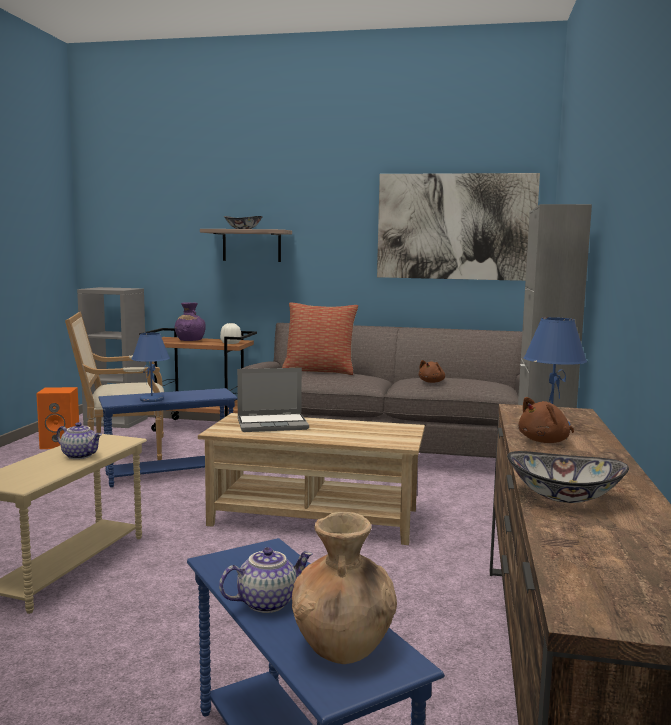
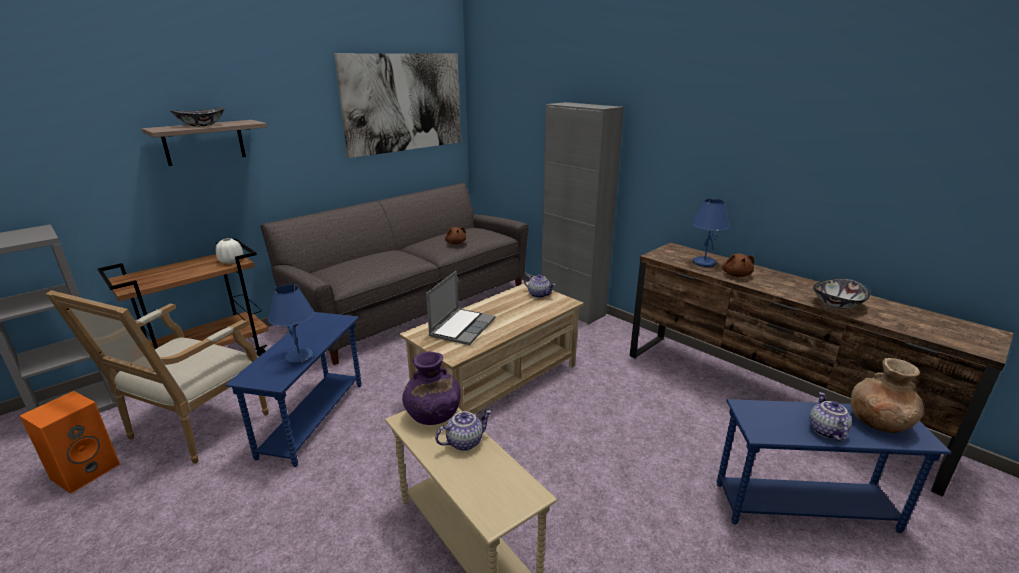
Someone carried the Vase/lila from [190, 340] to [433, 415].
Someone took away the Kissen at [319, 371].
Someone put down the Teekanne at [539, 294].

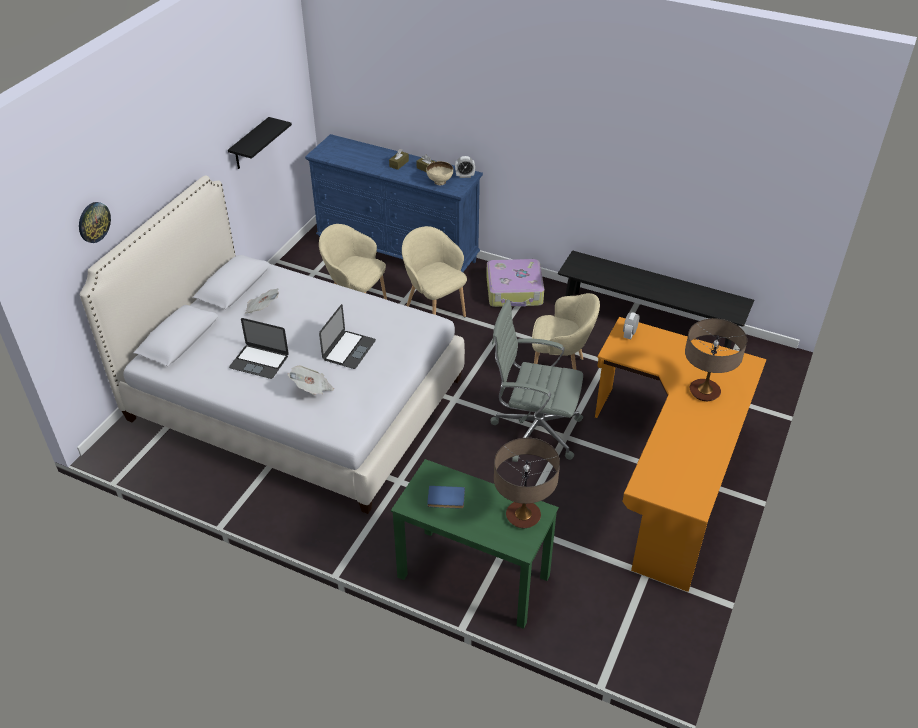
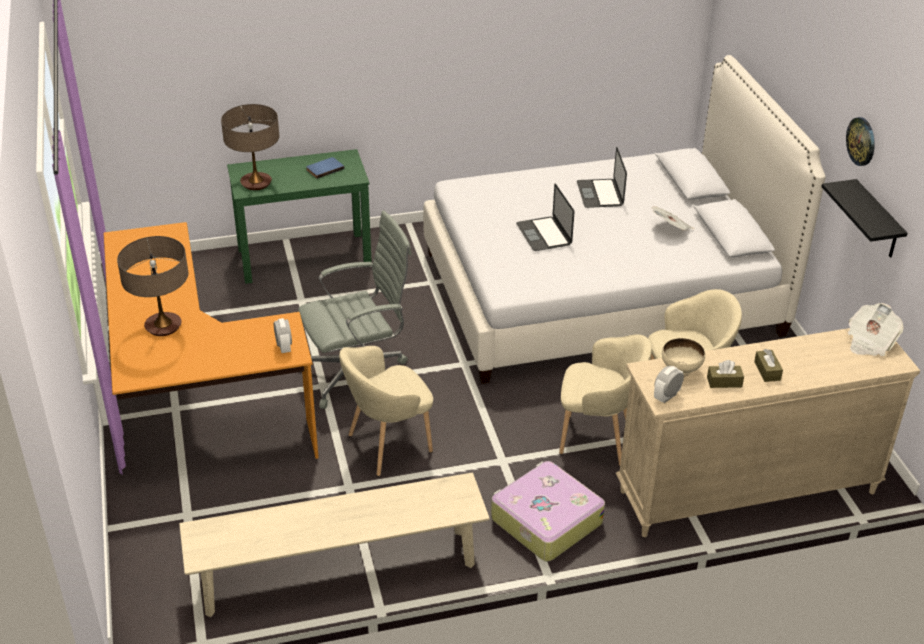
Someone repainted the Kommode/blau at [398, 253], which became the Kommode/beige at [746, 492].
Someone carried the Wanduhr from [93, 222] to [861, 141].
Someone repainted the Bank/schwarz at [648, 322], which became the Bank/beige at [338, 572].
Someone rotated the Laptop at [259, 361] by 75 degrees counterclockwise.
Someone carried the Zeitung from [312, 388] to [869, 342].

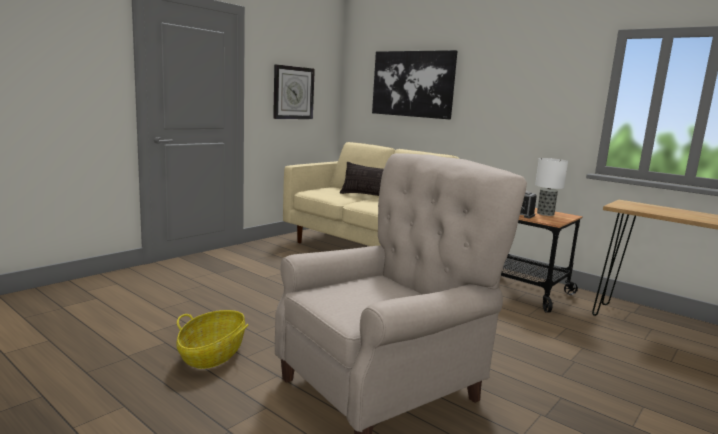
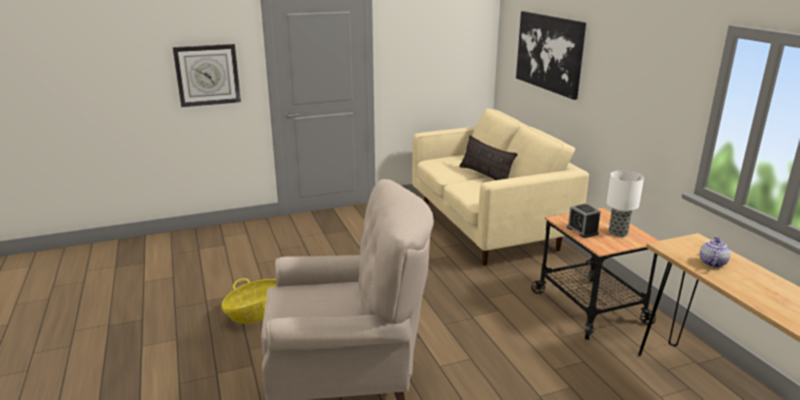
Someone carried the Wanduhr from [293, 93] to [207, 75].
Someone put down the Teekanne at [711, 263].

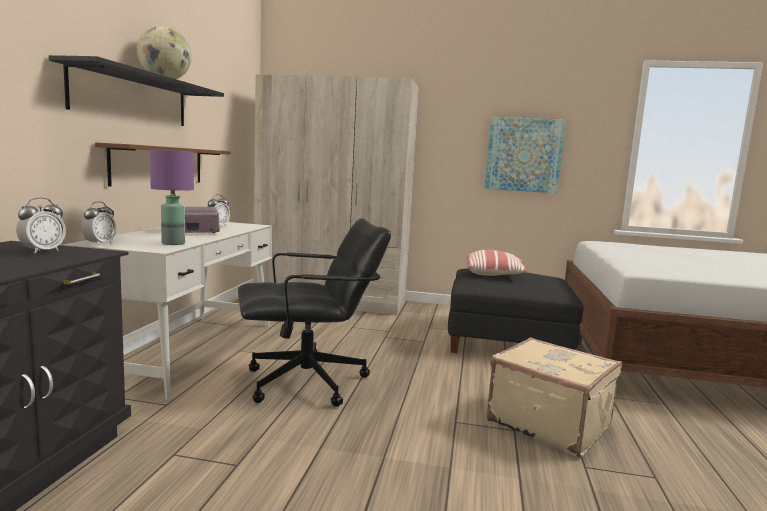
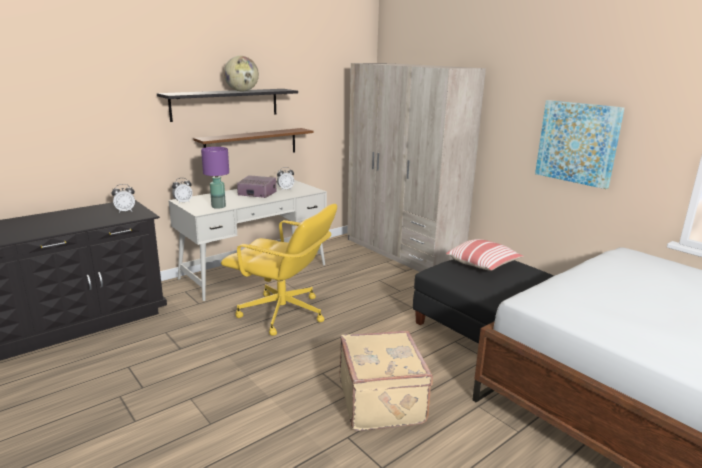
Someone repainted the Bürostuhl/schwarz at [308, 382], which became the Bürostuhl/gelb at [283, 314].

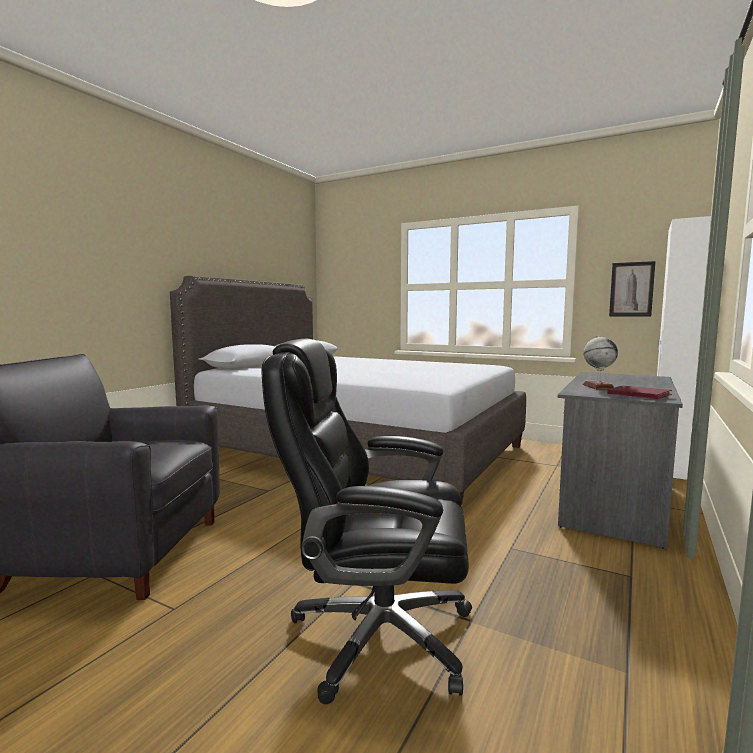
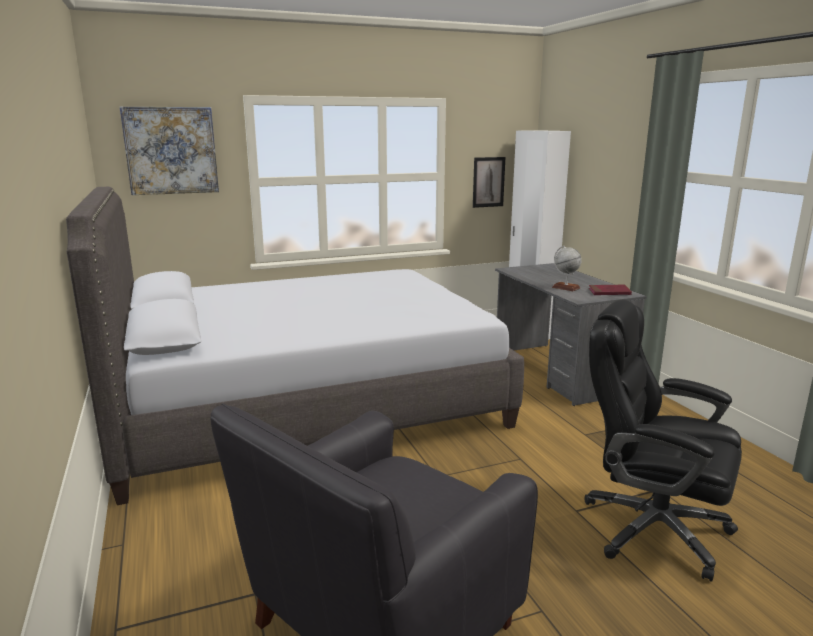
Someone rotated the Bürostuhl/schwarz at [377, 634] by 75 degrees clockwise.
Someone put up the Bild at [171, 151].

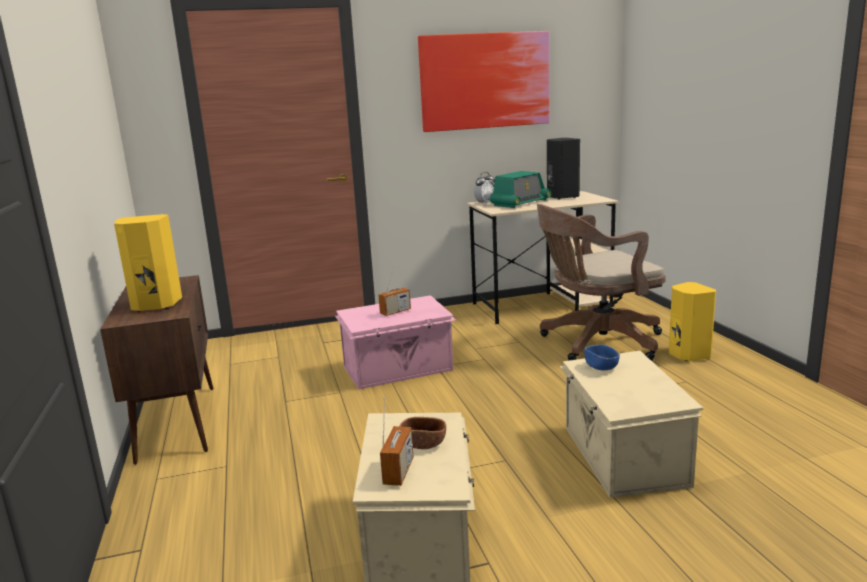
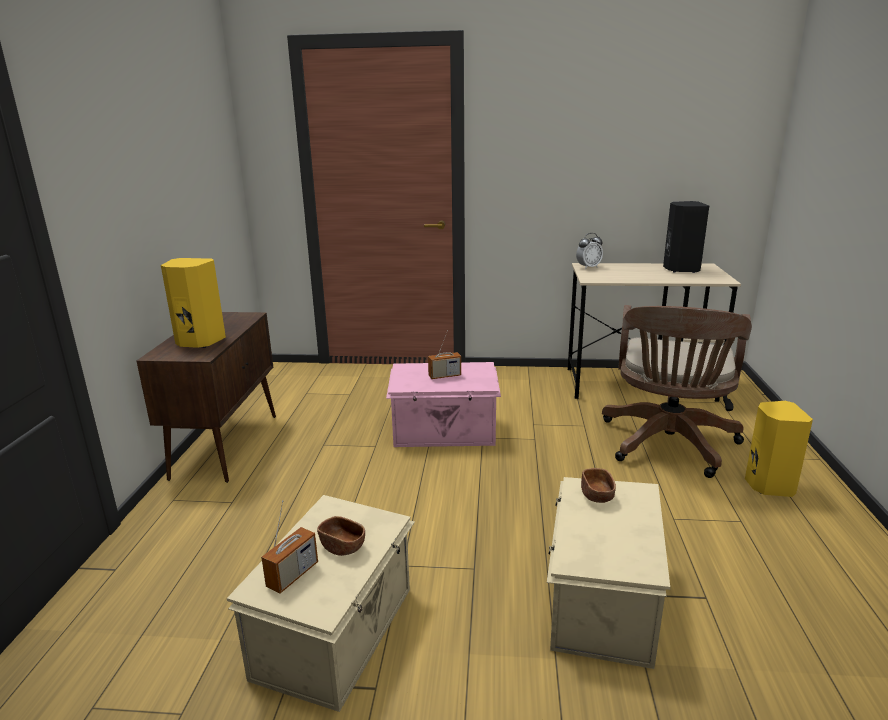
Someone took away the Bild at [485, 81].
Someone took away the Radio at [520, 203].
Someone rotated the Bürostuhl/braun at [596, 343] by 75 degrees counterclockwise.
Someone repainted the Schüssel/blau at [601, 366], which became the Schüssel/braun at [597, 495].

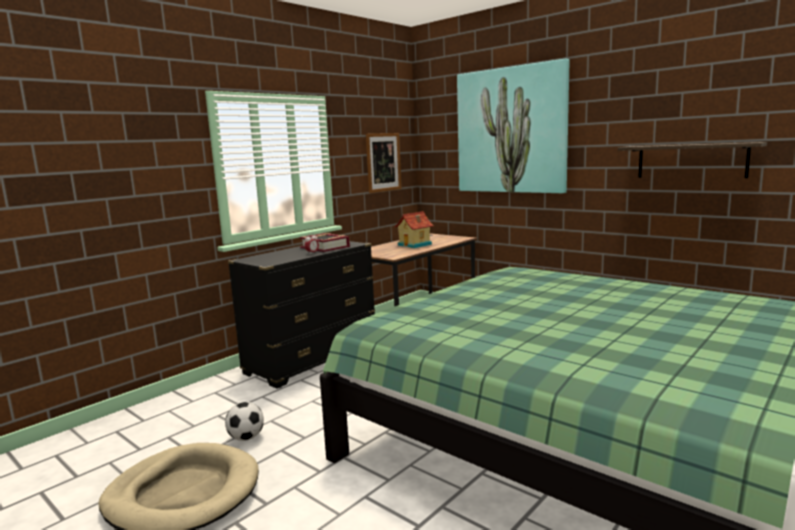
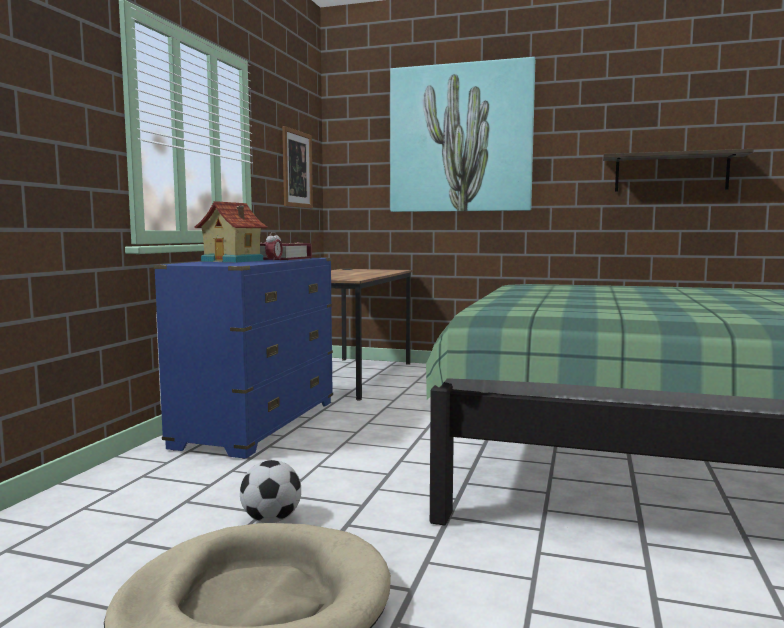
Someone carried the Spielzeughaus from [415, 245] to [234, 261].
Someone repainted the Kommode/schwarz at [312, 360], which became the Kommode/blau at [258, 424].

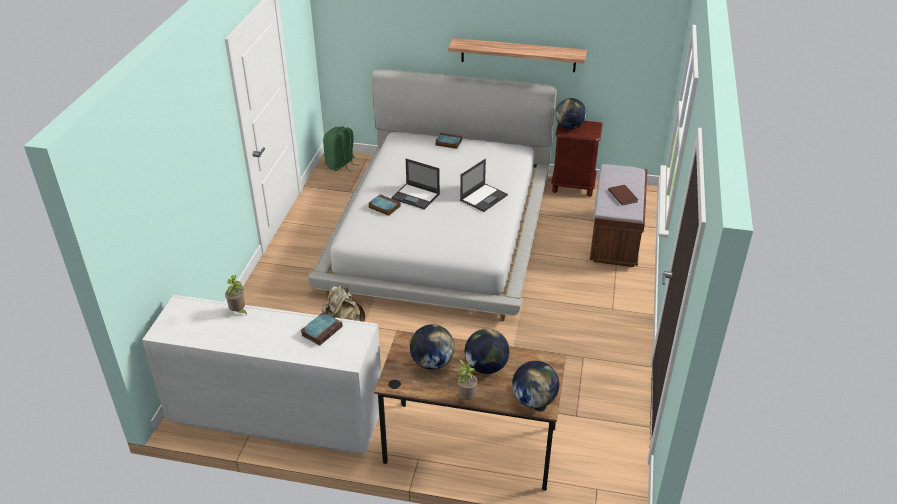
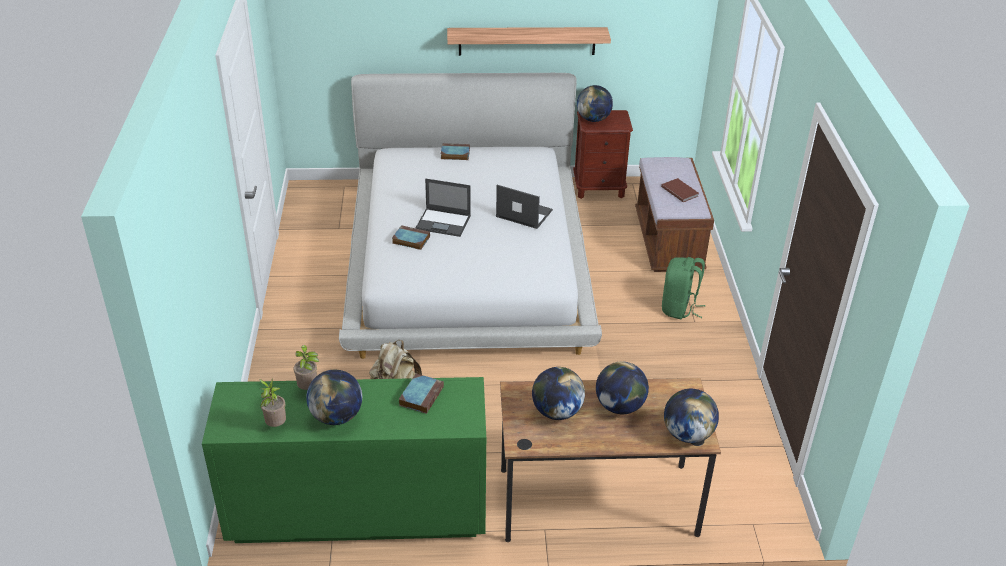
Someone carried the Rucksack/grün from [341, 164] to [679, 308].
Someone rotated the Laptop at [484, 197] by 90 degrees counterclockwise.
Someone repainted the Kommode/weiß at [276, 417], which became the Kommode/grün at [357, 512].
Someone carried the Topfpflanze from [466, 398] to [275, 425].
Someone put down the Globus at [336, 416].

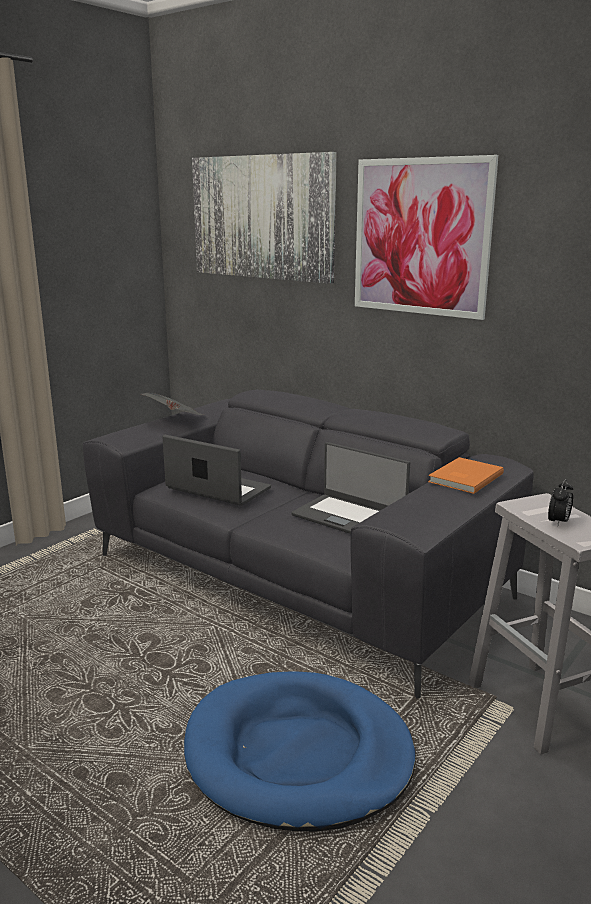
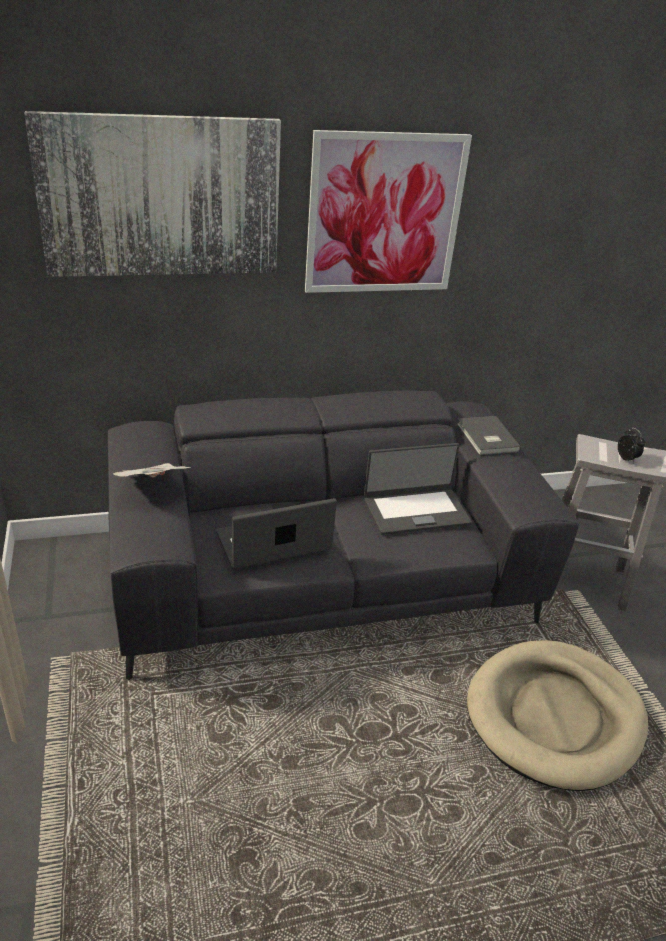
Someone repainted the Buch/orange at [463, 477], which became the Buch/grau at [486, 438].
Someone repainted the Hundebett/blau at [298, 755], which became the Hundebett/beige at [554, 716].

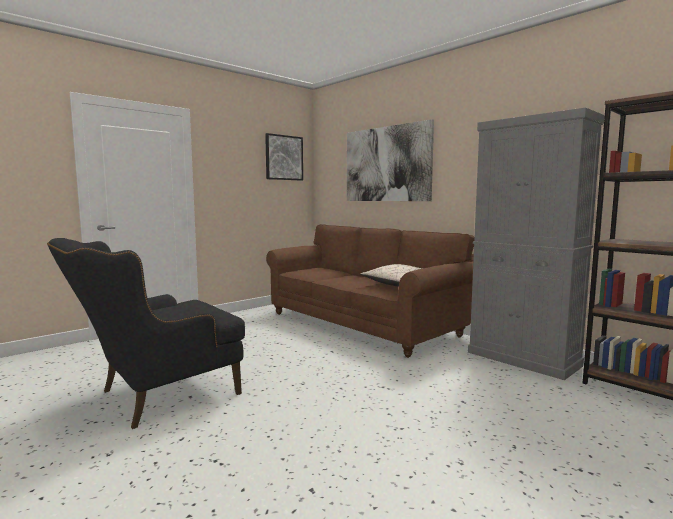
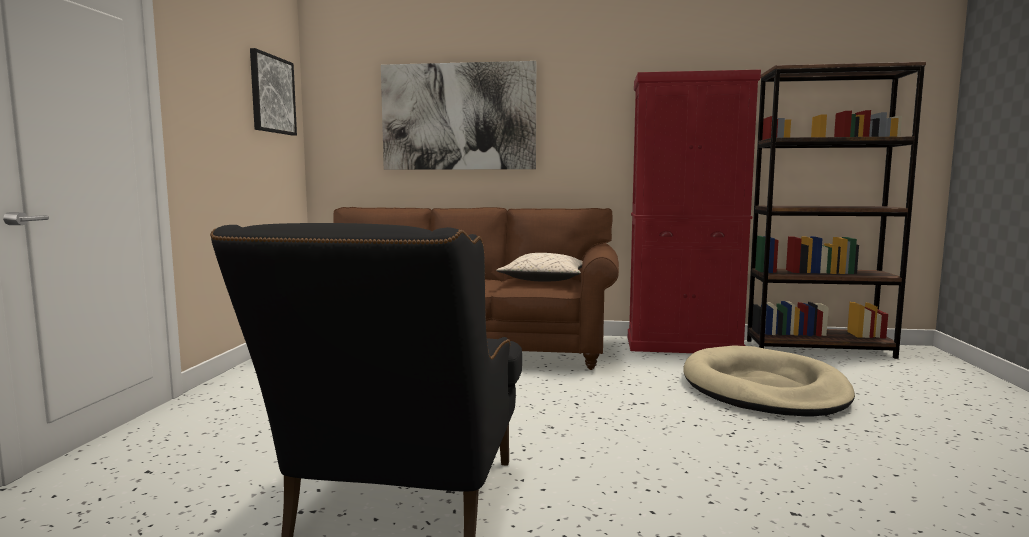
Someone repainted the Schrank/grau at [523, 359], which became the Schrank/rot at [683, 345].
Someone put down the Hundebett/beige at [763, 389].

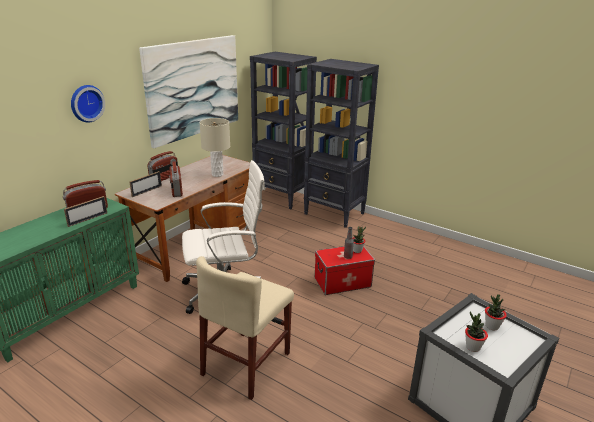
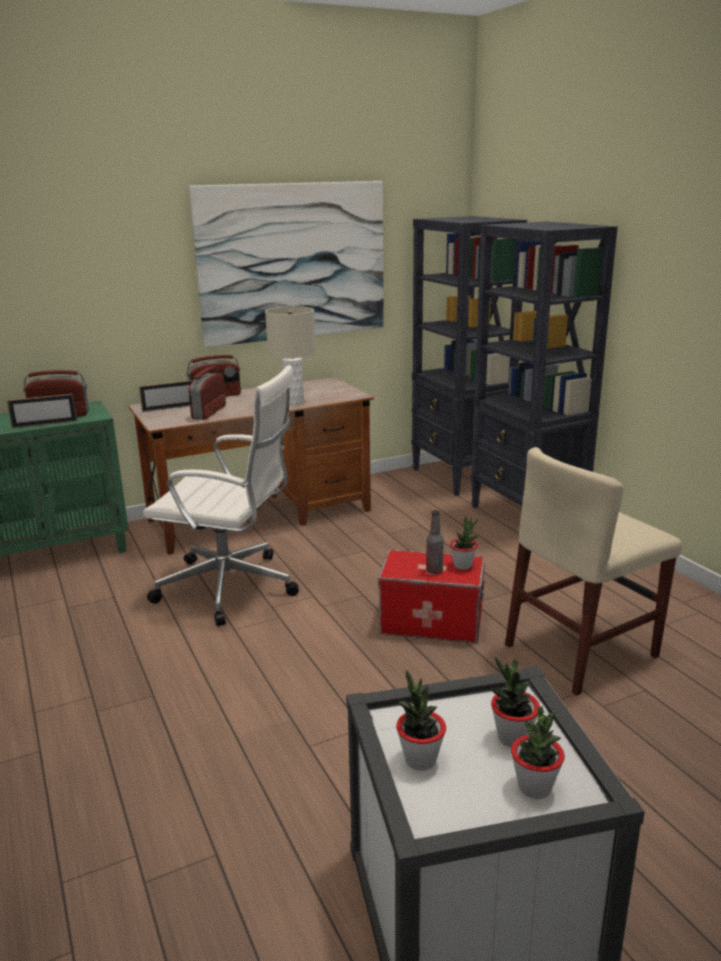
Someone took away the Wanduhr at [86, 103].
Someone carried the Stuhl/beige from [246, 363] to [581, 650].
Someone put down the Topfpflanze at [534, 787].

